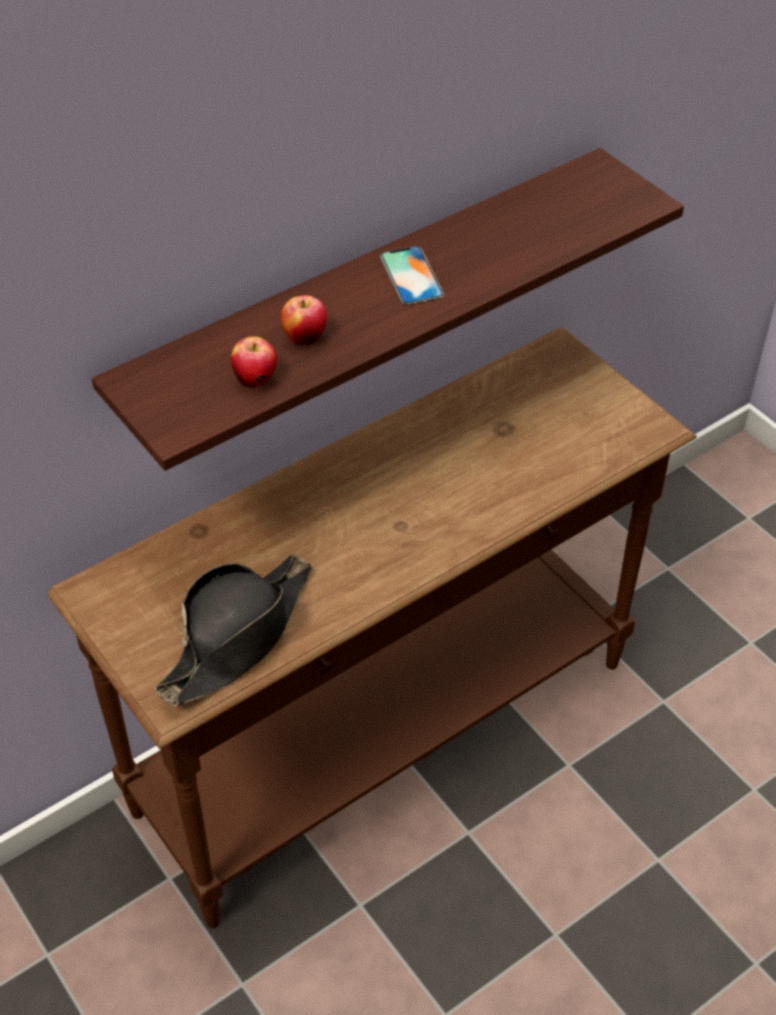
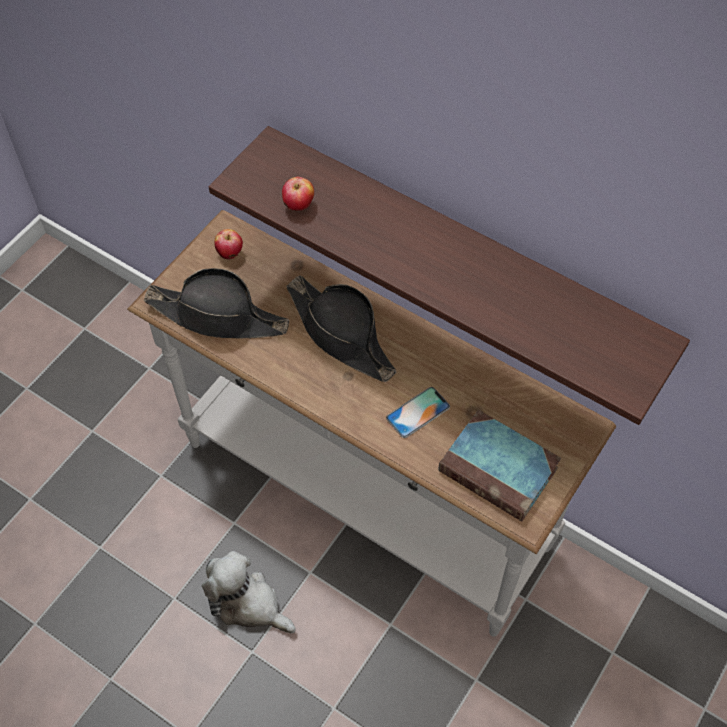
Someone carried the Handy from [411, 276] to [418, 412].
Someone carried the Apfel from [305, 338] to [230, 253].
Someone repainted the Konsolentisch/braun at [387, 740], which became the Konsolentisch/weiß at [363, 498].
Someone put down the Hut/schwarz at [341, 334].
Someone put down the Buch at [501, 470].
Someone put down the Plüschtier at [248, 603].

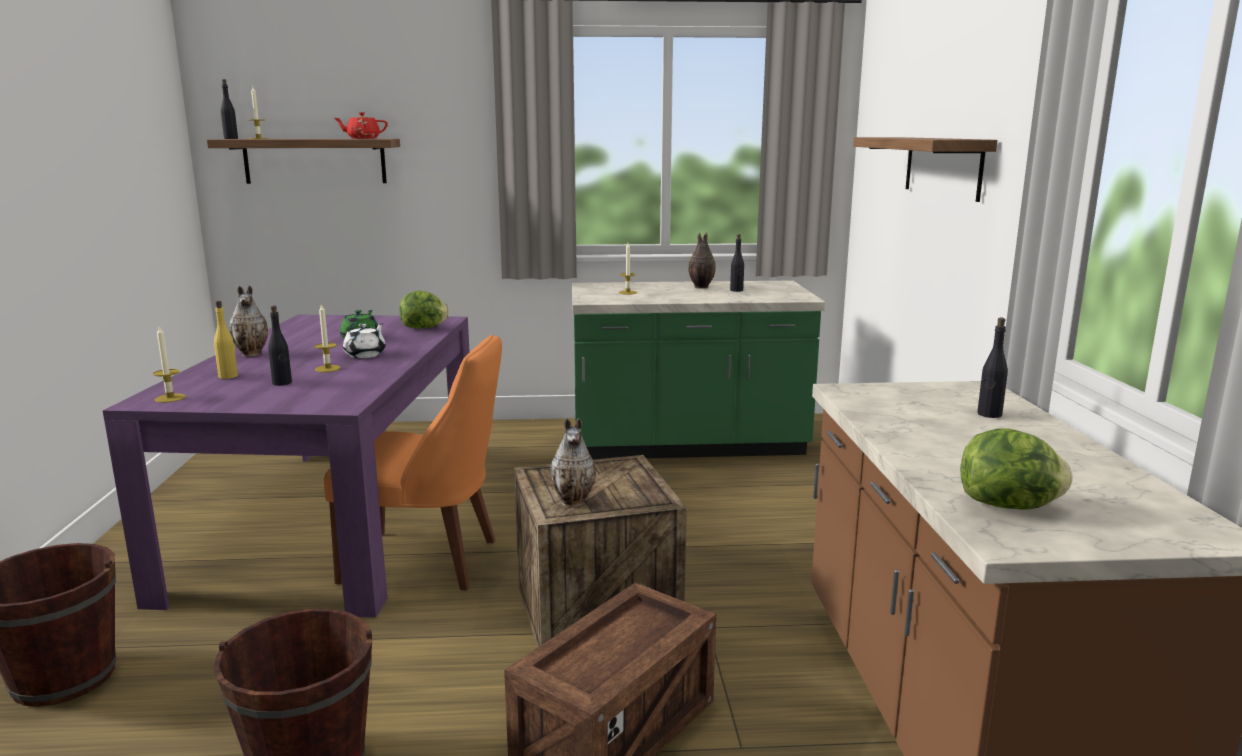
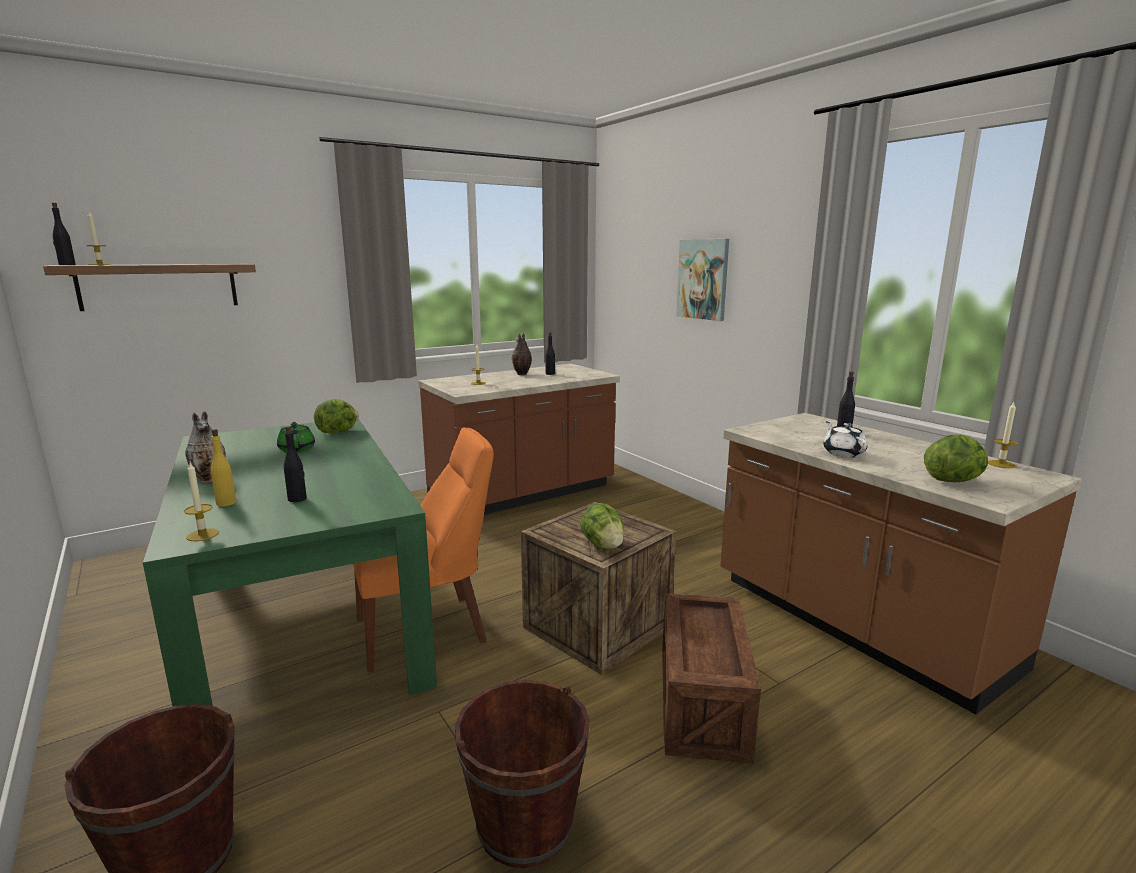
Someone took away the Teekanne/rot at [362, 138].
Someone swapped the Wandregal at [942, 166] for the Bild at [703, 279].
Someone repainted the Küchenzeile/grün at [687, 445], which became the Küchenzeile/braun at [523, 493].
Someone carried the Kerze from [327, 368] to [1001, 464].
Someone repainted the Esstisch/lila at [337, 518], which became the Esstisch/grün at [302, 617].
Someone carried the Teekanne/weiß from [366, 354] to [843, 453].
Someone swapped the Vase at [574, 502] for the Salatkopf at [603, 545].

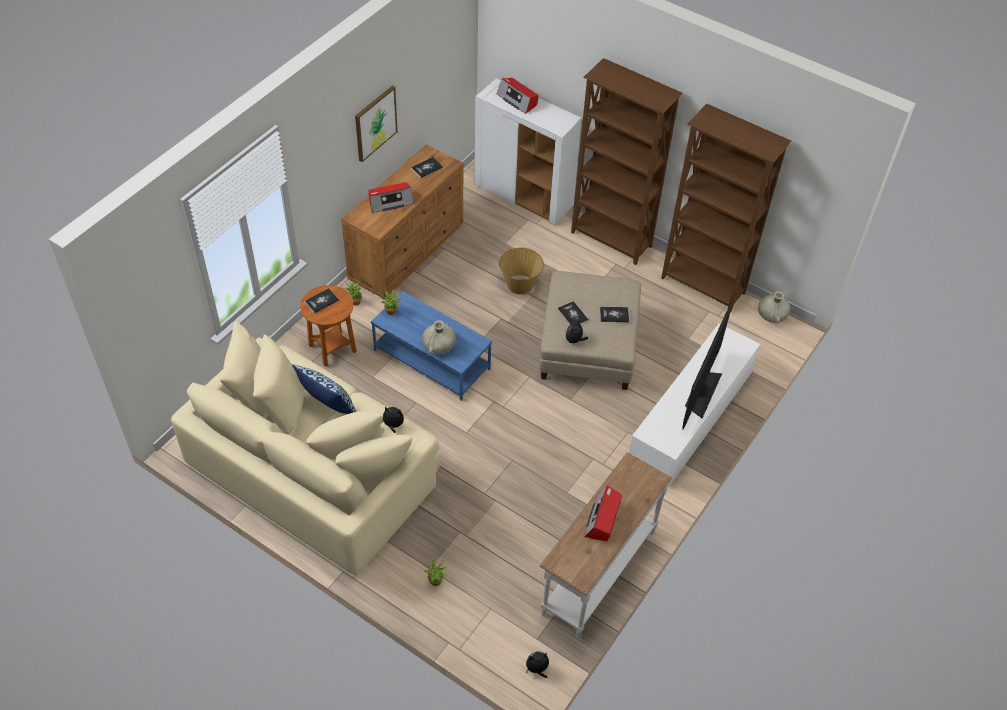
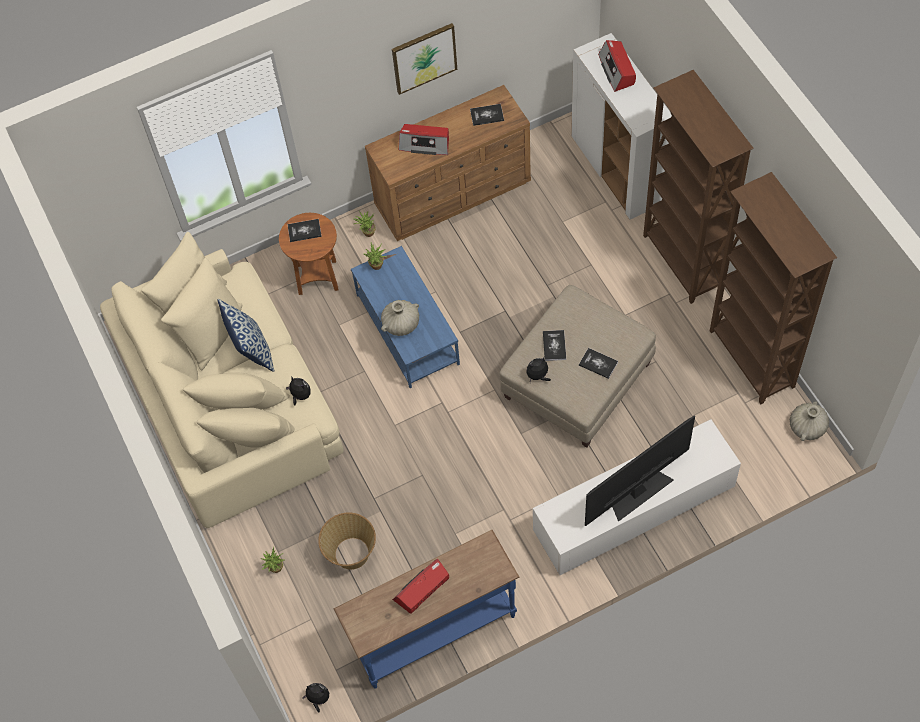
Someone carried the Korb from [520, 285] to [351, 554].
Someone repainted the Konsolentisch/weiß at [597, 572], which became the Konsolentisch/blau at [433, 631].

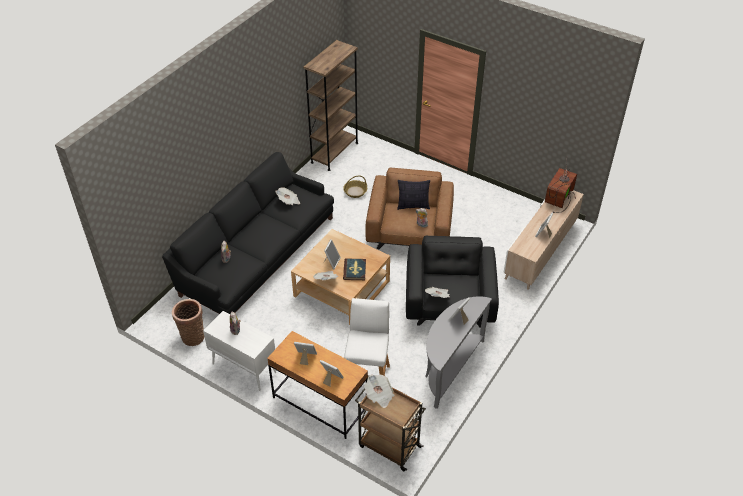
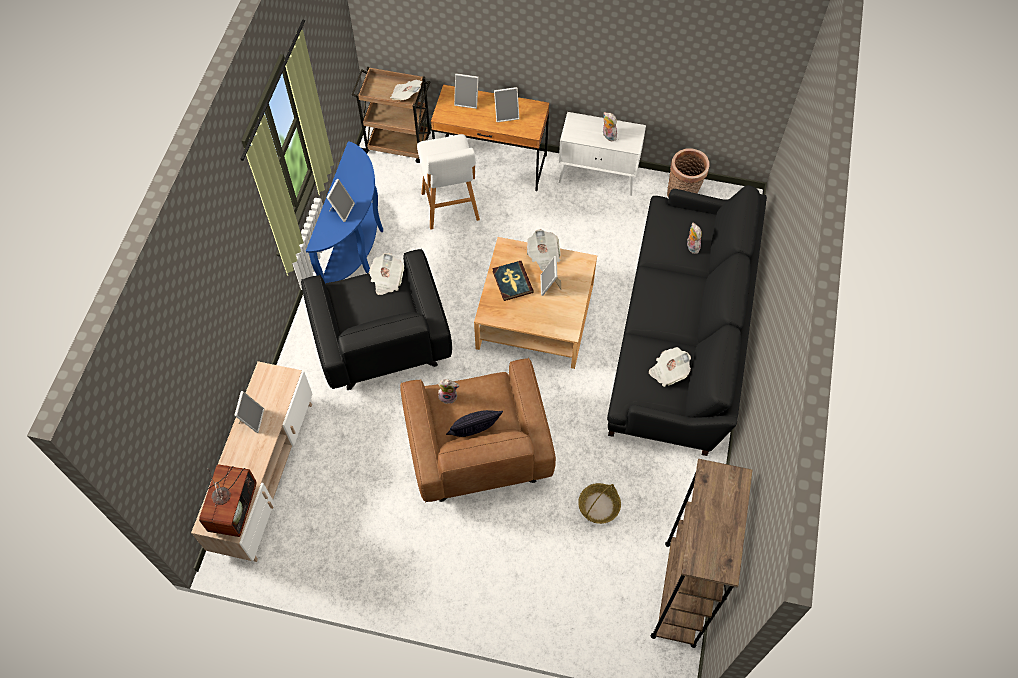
Someone repainted the Konsolentisch/grau at [449, 368], which became the Konsolentisch/blau at [356, 248].

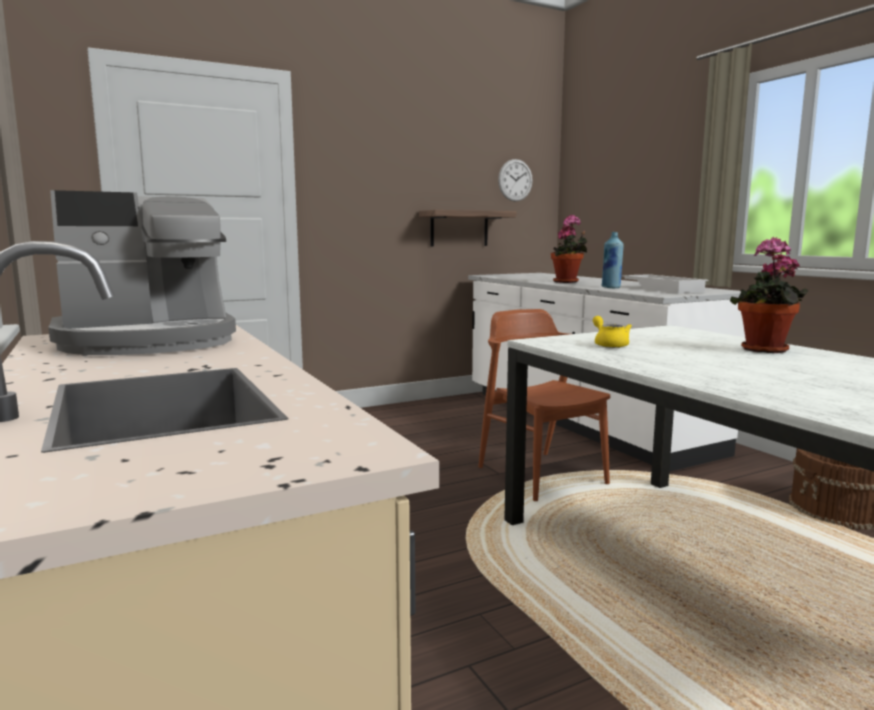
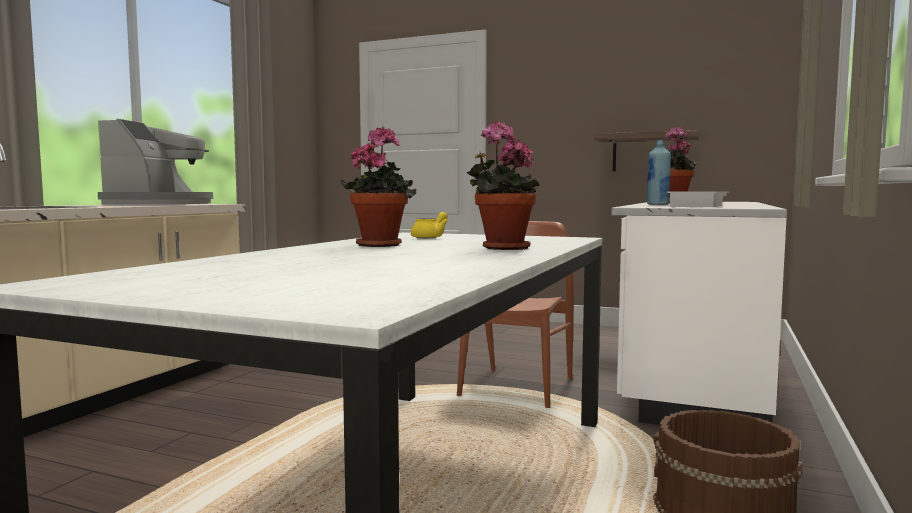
Someone took away the Wanduhr at [515, 180].
Someone rotated the Kaffeemaschine at [149, 341] by 105 degrees counterclockwise.
Someone put down the Topfpflanze at [381, 244].

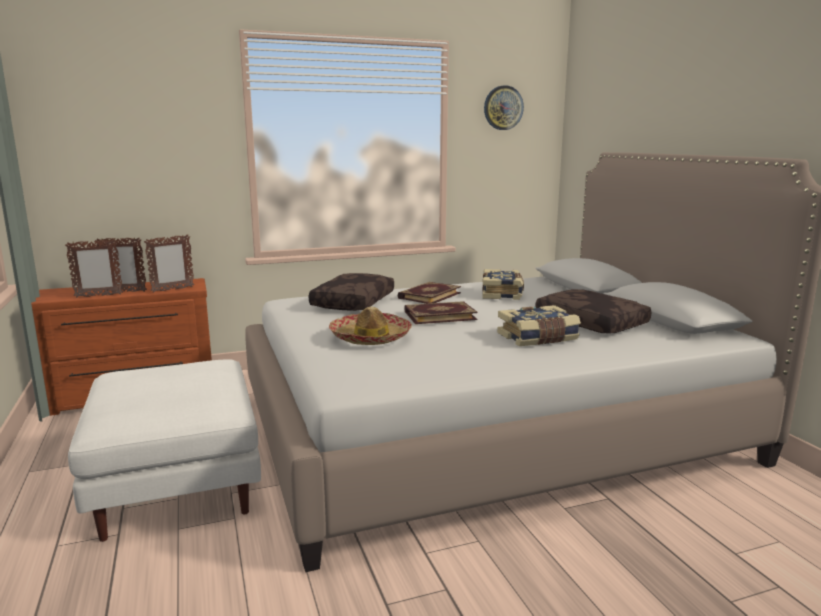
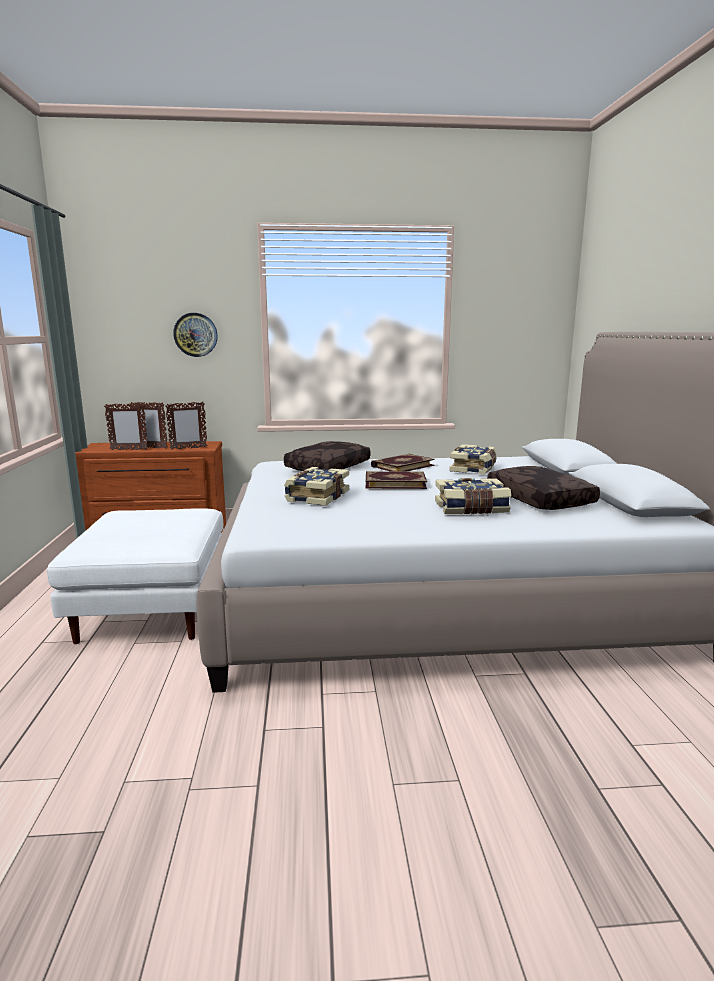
Someone carried the Wanduhr from [503, 108] to [195, 334].
Someone swapped the Hut at [371, 338] for the Buch at [316, 497].

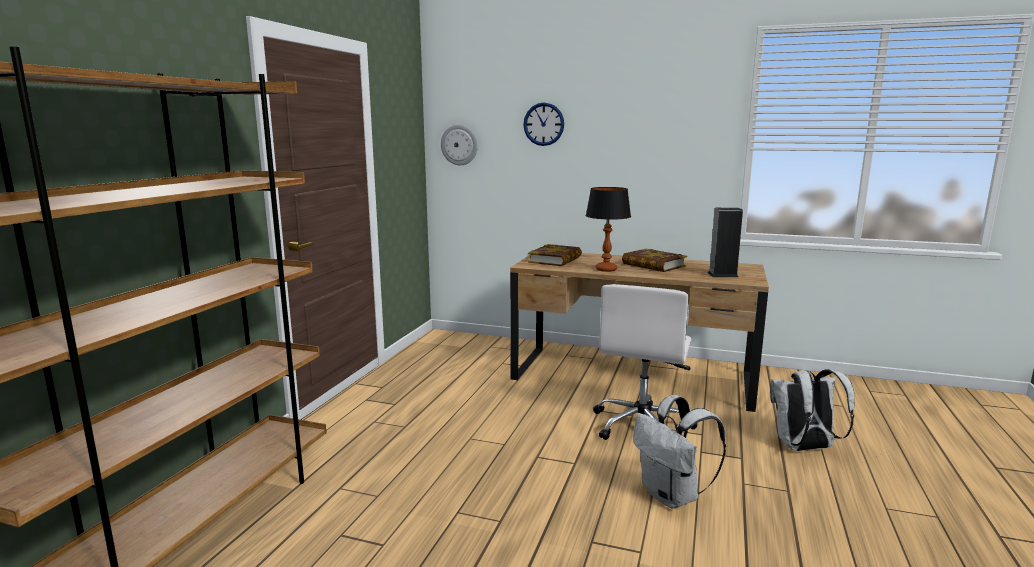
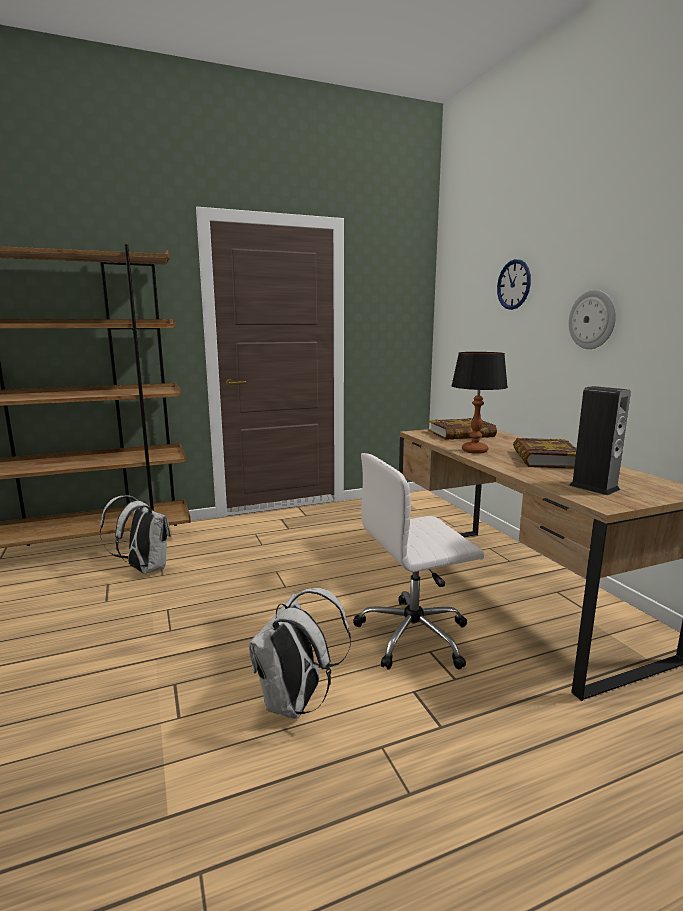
Someone carried the Wanduhr from [459, 145] to [592, 320].
Someone carried the Rucksack/weiß from [804, 448] to [144, 569].

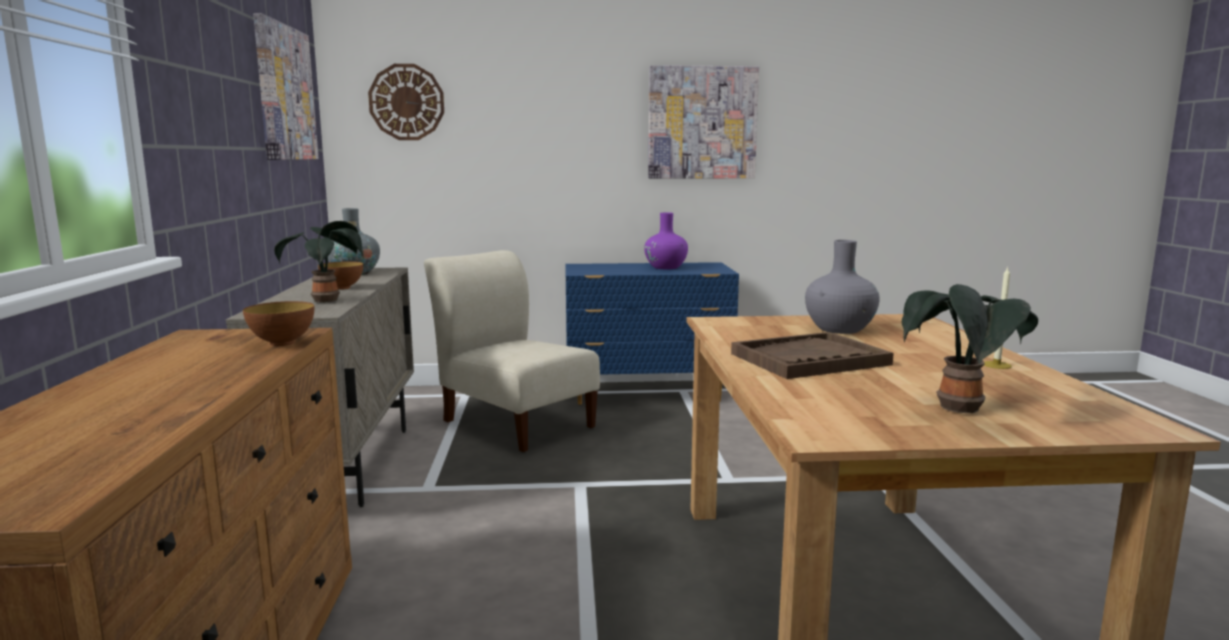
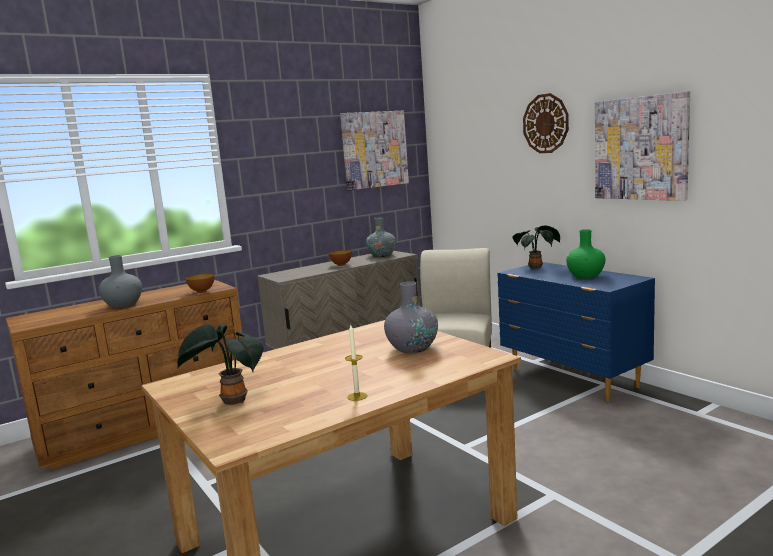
Someone carried the Wanduhr from [406, 102] to [545, 123].
Someone repainted the Vase/lila at [665, 267], which became the Vase/grün at [585, 276].
Someone carried the Topfpflanze from [328, 301] to [537, 267].
Someone took away the Tablett/braun at [809, 359].
Someone put down the Vase/grau at [123, 305].

